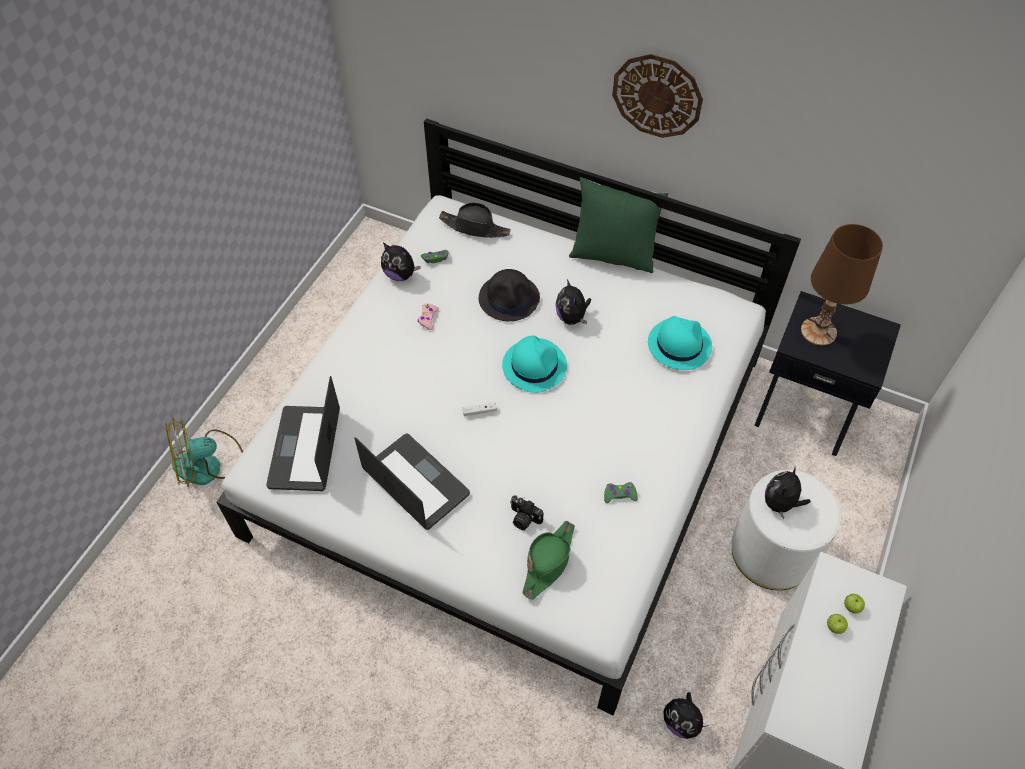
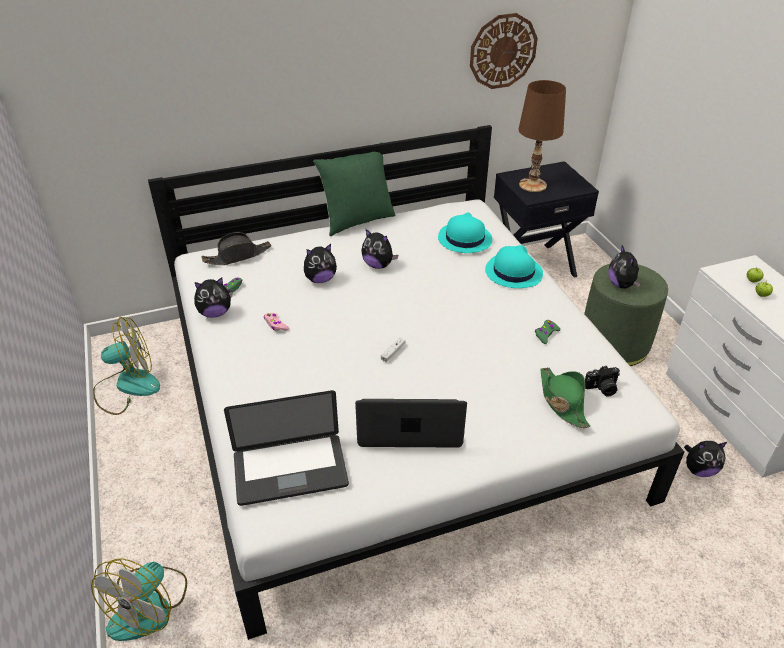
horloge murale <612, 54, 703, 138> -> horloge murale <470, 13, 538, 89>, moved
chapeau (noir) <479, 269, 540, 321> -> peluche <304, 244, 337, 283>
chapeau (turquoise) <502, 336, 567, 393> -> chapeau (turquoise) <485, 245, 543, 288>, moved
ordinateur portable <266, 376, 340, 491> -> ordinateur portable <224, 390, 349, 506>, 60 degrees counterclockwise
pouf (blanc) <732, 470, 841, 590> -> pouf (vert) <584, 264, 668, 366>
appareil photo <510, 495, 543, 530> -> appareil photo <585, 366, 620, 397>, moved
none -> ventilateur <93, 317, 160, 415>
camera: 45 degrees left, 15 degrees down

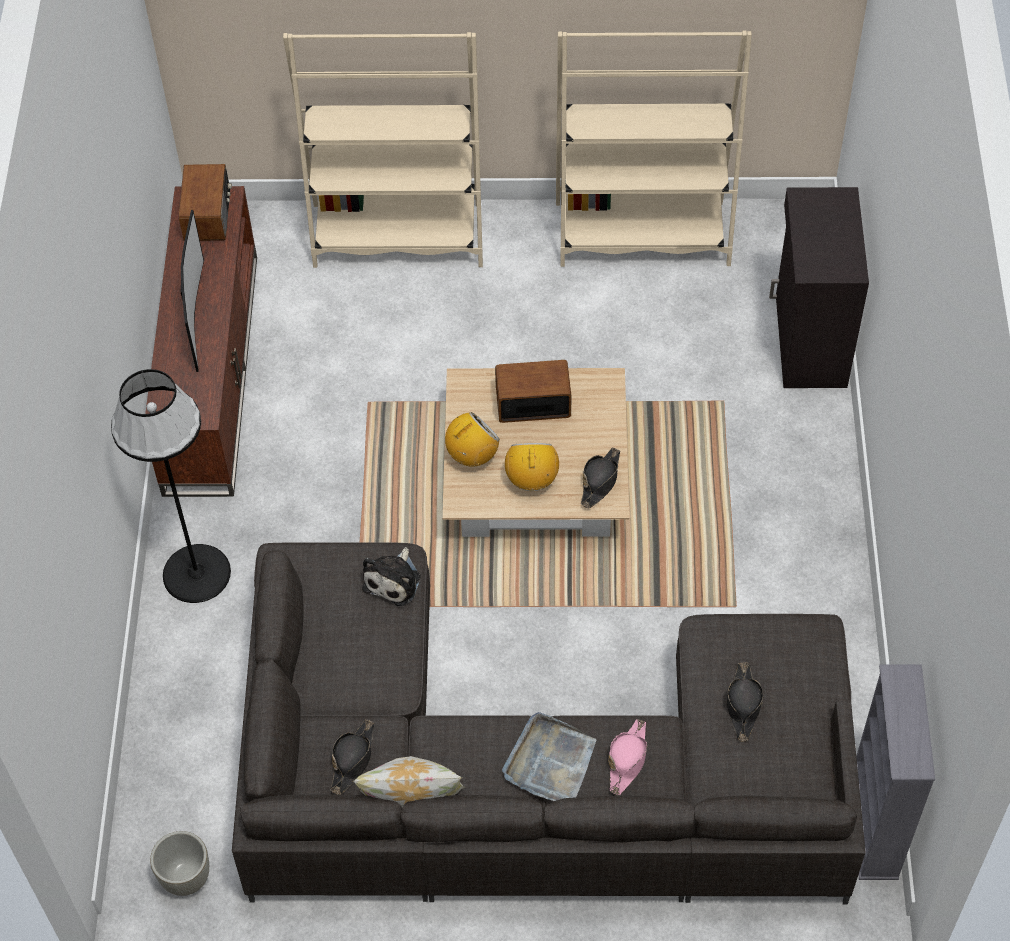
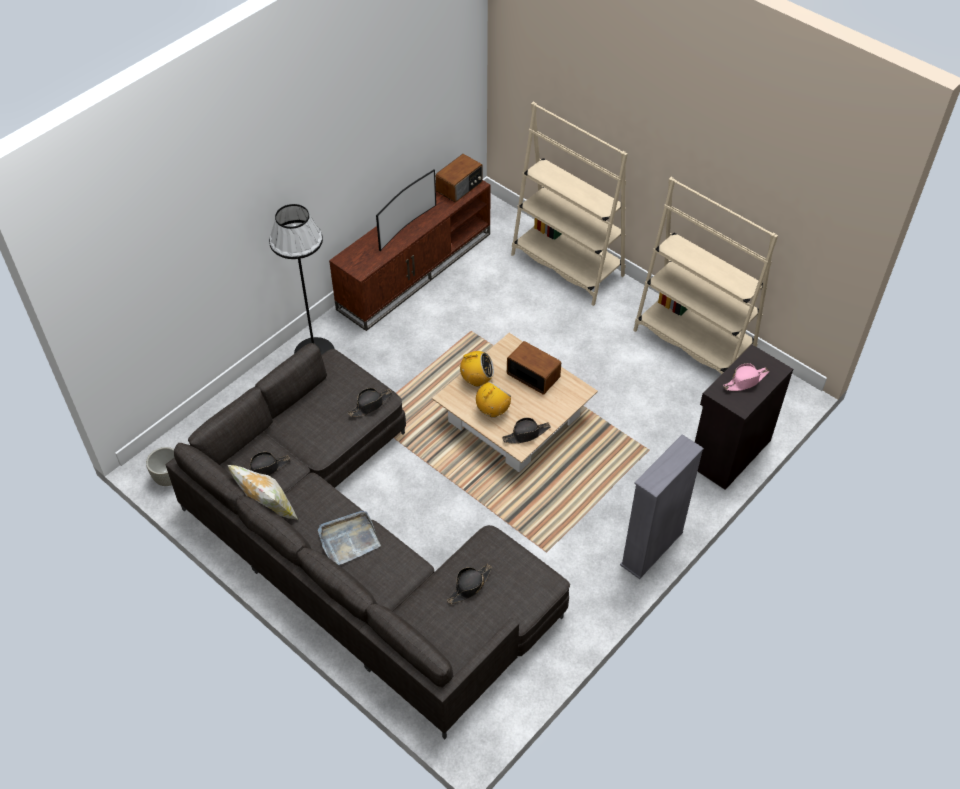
peluche <362, 547, 421, 606> -> chapeau (noir) <348, 388, 392, 417>
bibliothèque (gris) <856, 665, 935, 880> -> bibliothèque (gris) <620, 434, 704, 579>, moved
chapeau (rose) <608, 719, 647, 795> -> chapeau (rose) <723, 363, 769, 391>, moved
camera: 40 degrees right, 5 degrees down

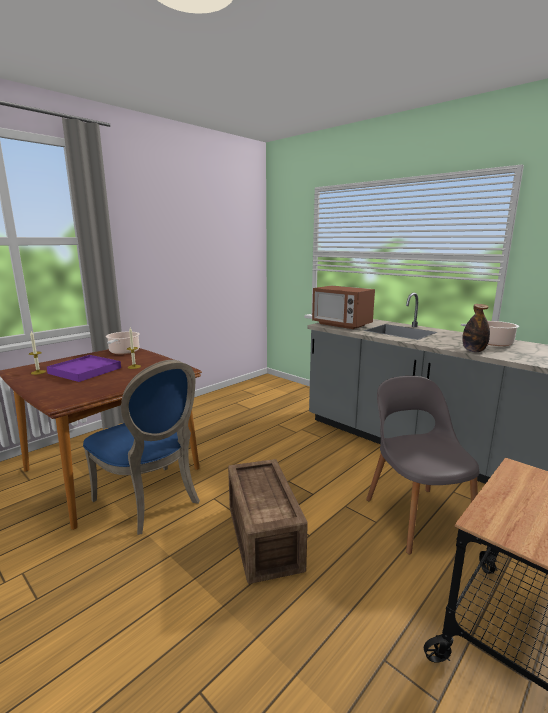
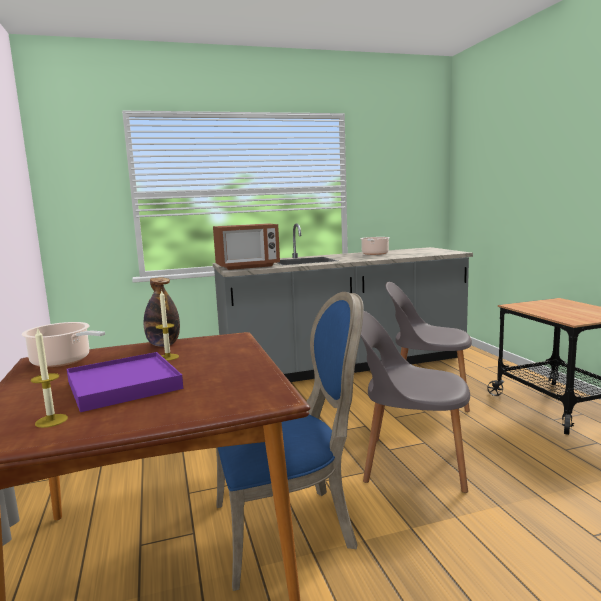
bouteille <462, 304, 490, 352> -> bouteille <144, 278, 180, 347>, moved
caisse <228, 459, 308, 584> -> chaise (gris) <361, 311, 470, 493>
camera: 60 degrees left, 5 degrees down

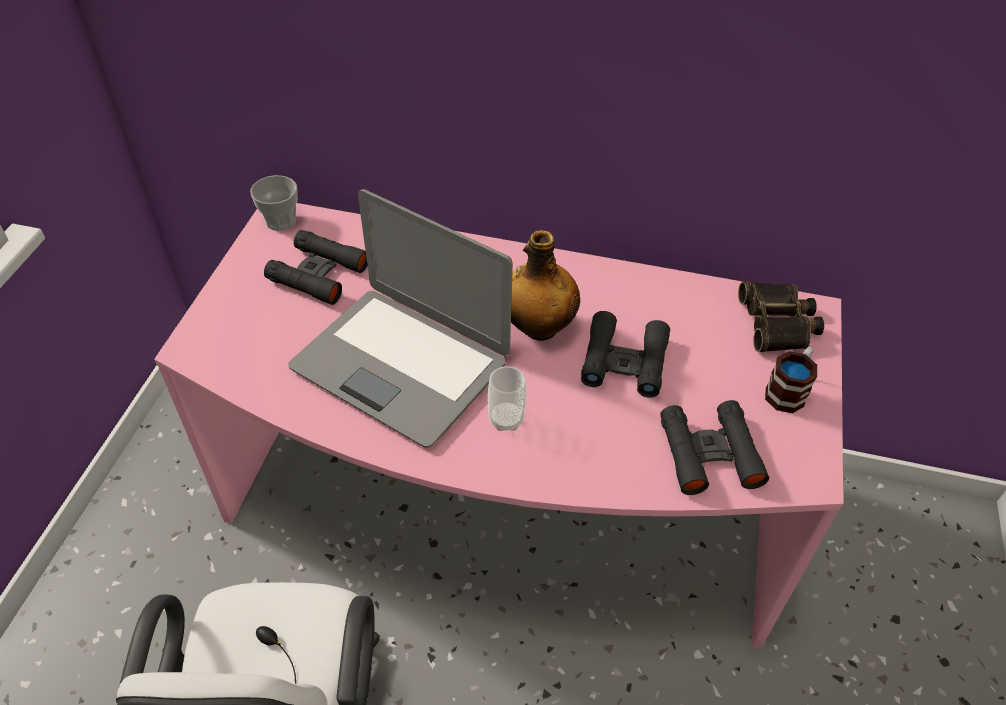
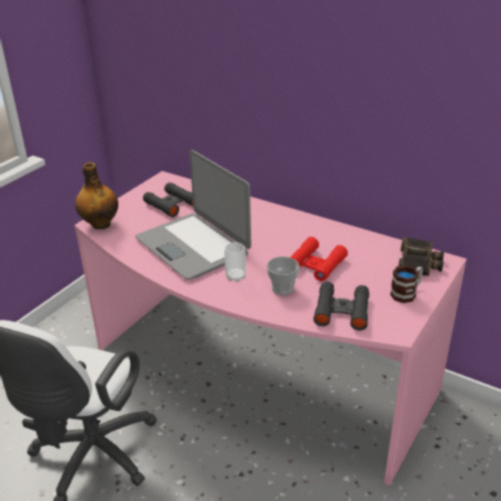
tasse <250, 175, 298, 231> -> tasse <267, 256, 299, 295>, moved
bouteille <511, 230, 580, 341> -> bouteille <75, 162, 118, 229>, moved
jumelles (noir) <581, 311, 670, 398> -> jumelles (rouge) <290, 237, 348, 281>
camera: 20 degrees right, 15 degrees down

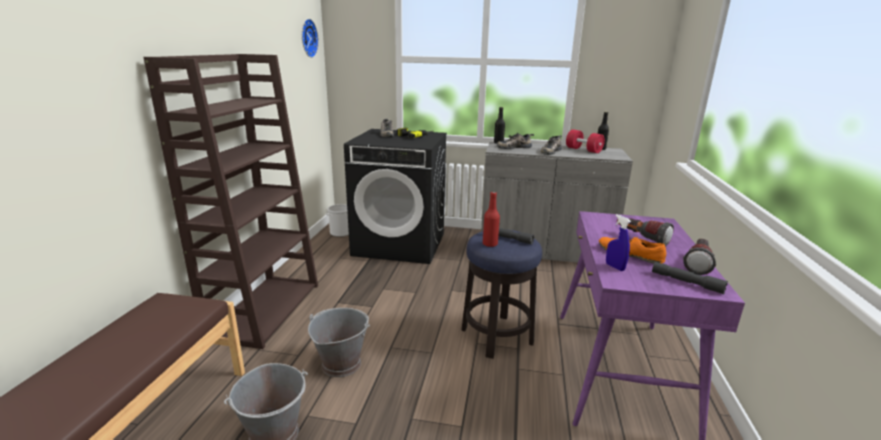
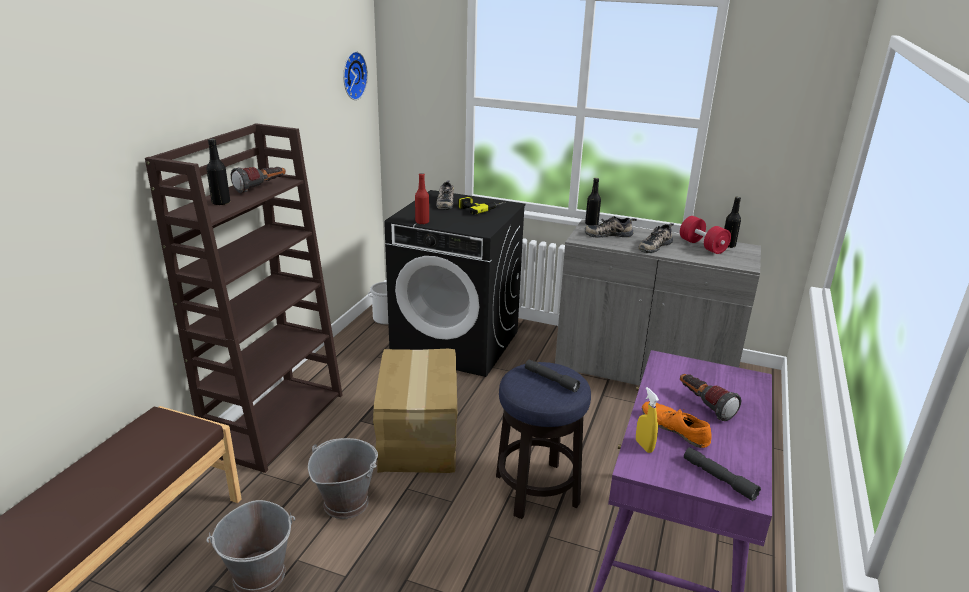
bouteille (rouge) <483, 192, 500, 247> -> bouteille (rouge) <415, 173, 429, 224>, moved
vaporisateur (bleu) <606, 214, 631, 271> -> vaporisateur (jaune) <636, 387, 659, 453>
lampe de poche <683, 239, 716, 275> -> lampe de poche <231, 167, 286, 193>, moved
none -> bouteille (noir) <206, 138, 230, 205>
none -> carton <373, 349, 457, 473>
camera: 10 degrees right, 5 degrees up

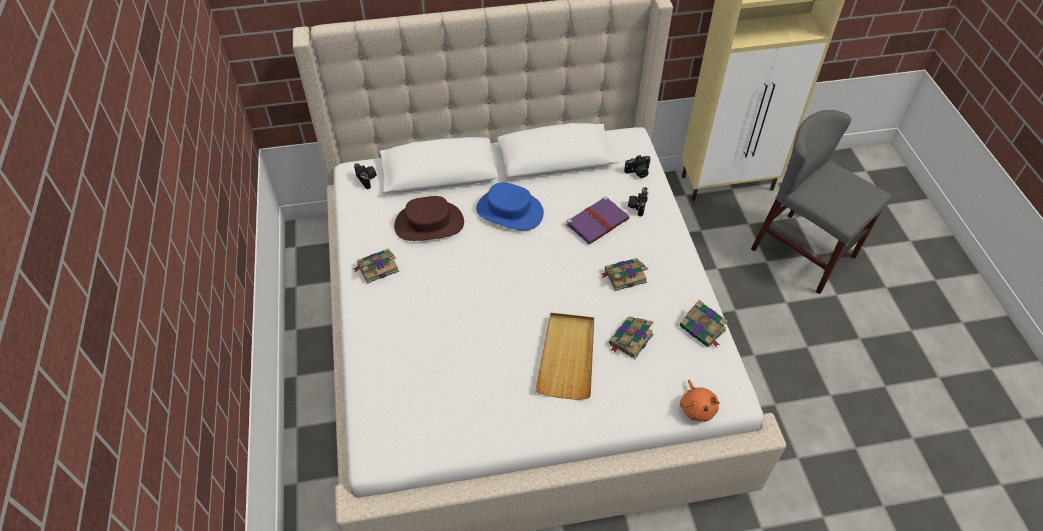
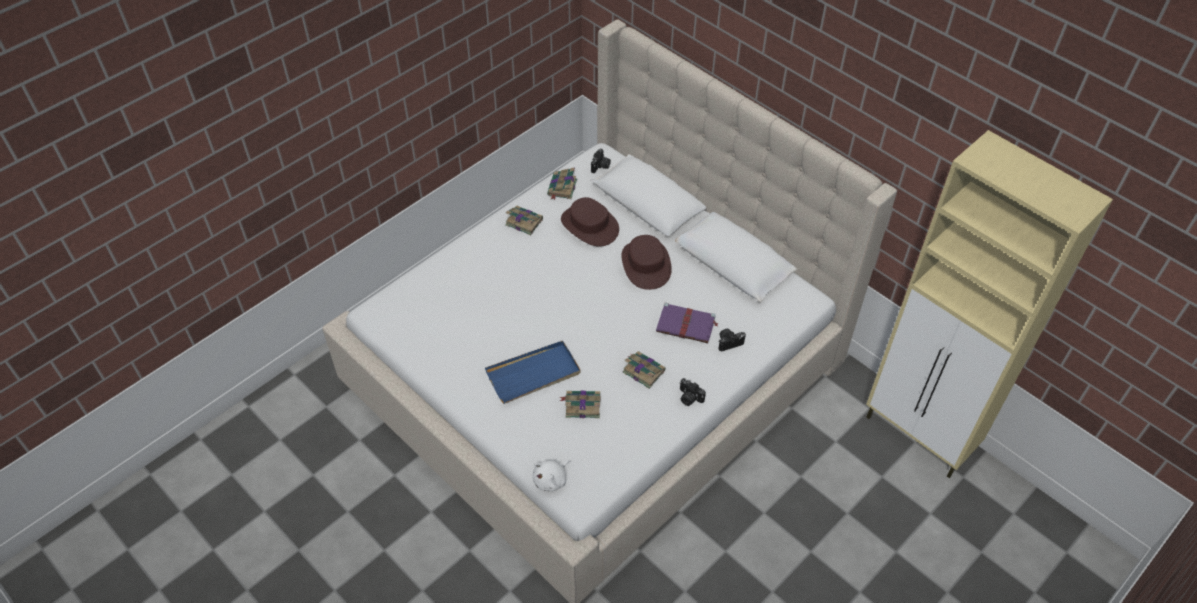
chaise (gris) <751, 110, 891, 294> -> none
appareil photo <624, 155, 651, 178> -> appareil photo <680, 378, 706, 406>, moved
chapeau (bleu) <476, 182, 544, 230> -> chapeau (marron) <621, 235, 672, 290>
livre <679, 300, 728, 347> -> livre <547, 167, 577, 200>, moved
plateau (beige) <535, 313, 594, 400> -> plateau (bleu) <485, 341, 580, 404>
peluche (orange) <680, 380, 720, 422> -> peluche (blanc) <532, 460, 571, 491>
camera: 55 degrees right, 0 degrees up

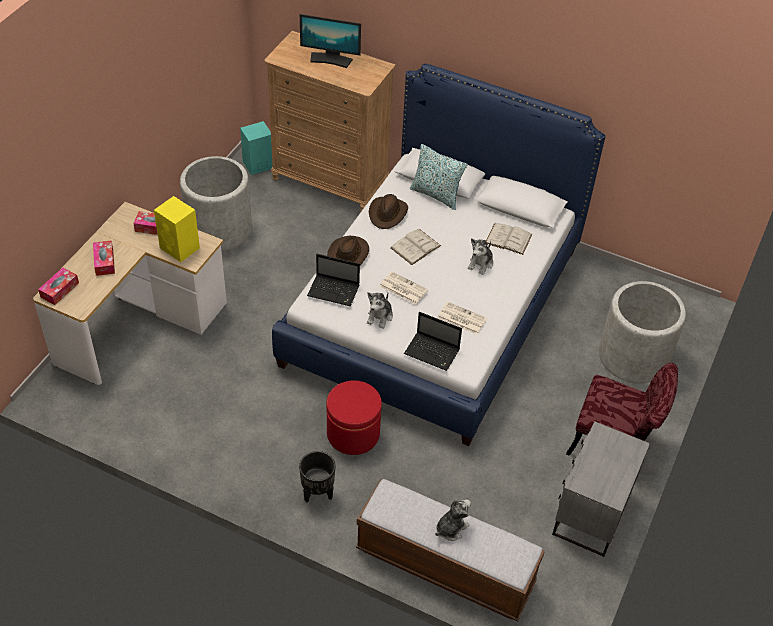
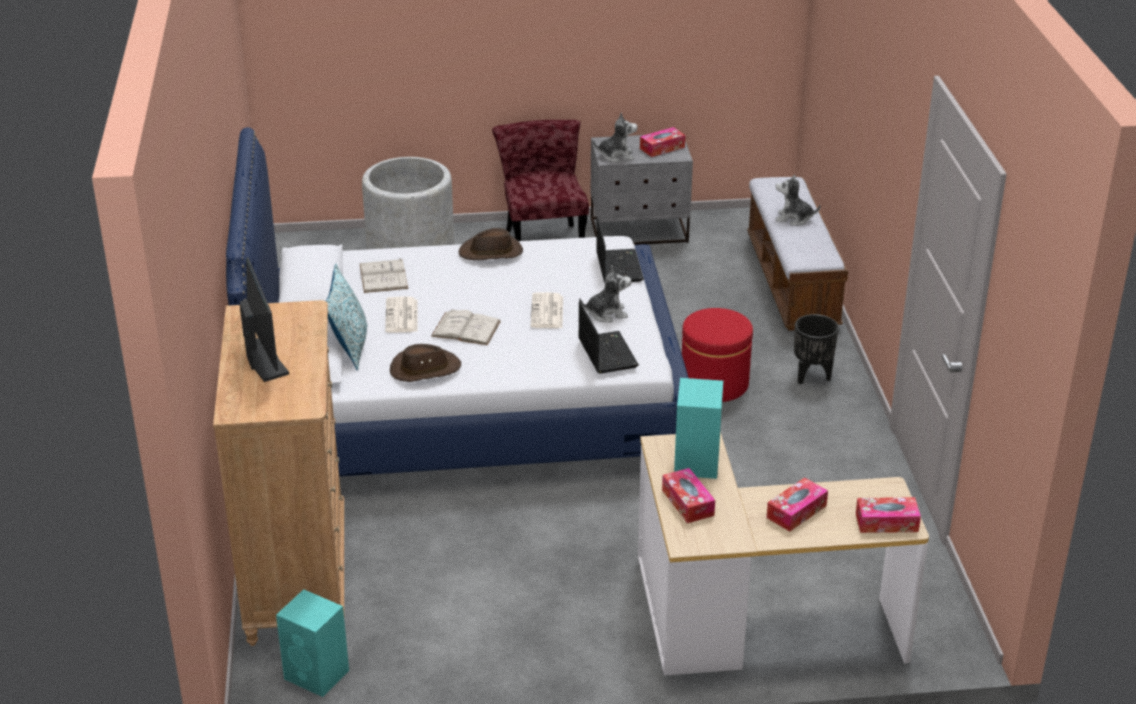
cache-pot (gris) <180, 156, 252, 251> -> none
enceinte (jaune) <154, 196, 200, 262> -> enceinte (turquoise) <674, 378, 723, 479>
chapeau (marron) <327, 236, 369, 265> -> chapeau (marron) <458, 228, 523, 260>, moved
peluche <468, 238, 493, 275> -> peluche <592, 112, 638, 162>, moved
journal <437, 302, 487, 335> -> journal <385, 296, 417, 333>, moved
none -> boîte à mouchoirs <640, 127, 685, 157>
camera: 120 degrees left, 15 degrees down

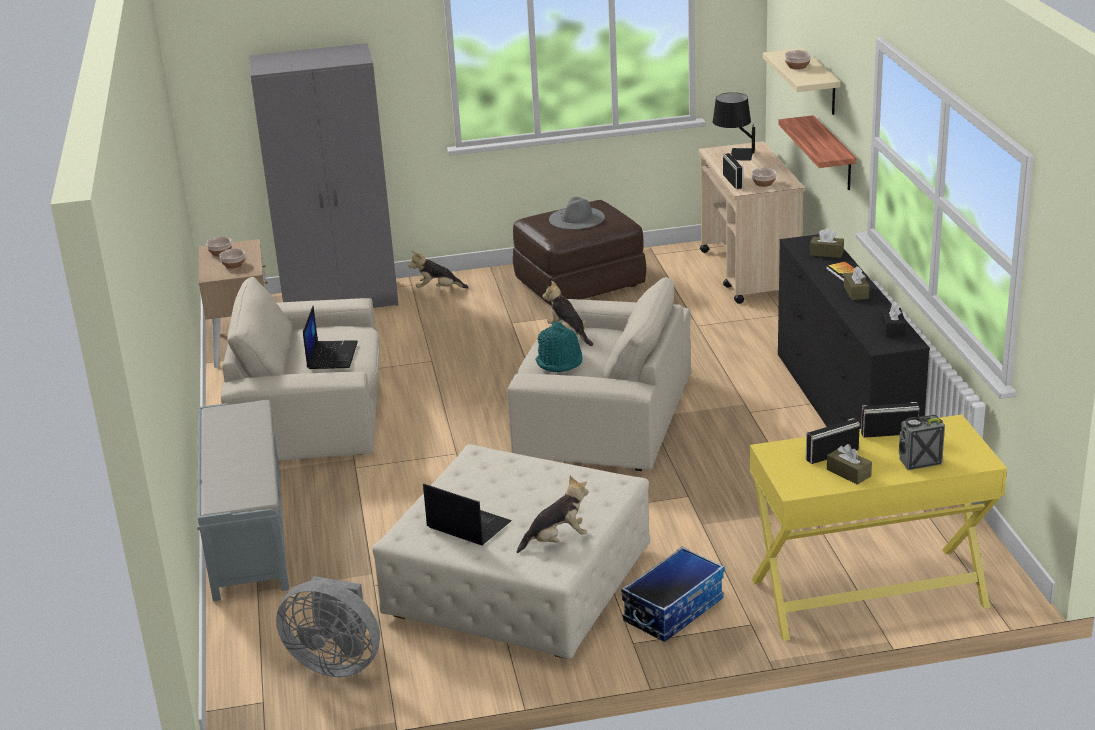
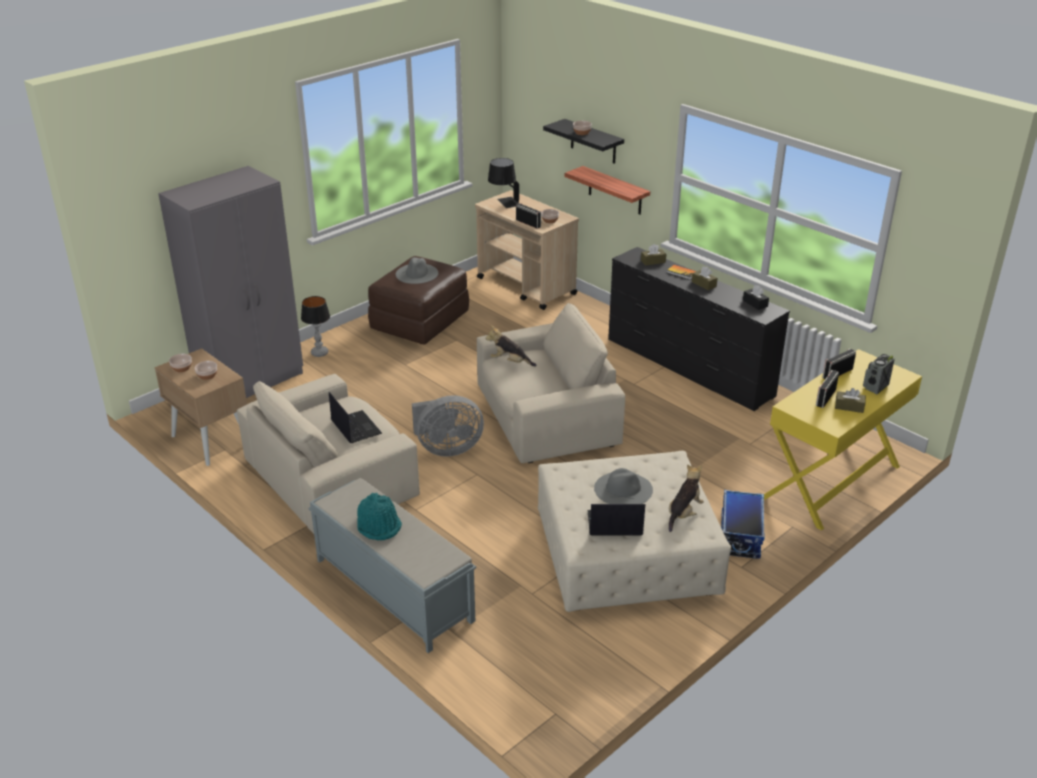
étagère (beige) <763, 48, 841, 115> -> étagère (noir) <543, 119, 624, 164>
peluche <408, 251, 469, 288> -> lampe de table <301, 296, 330, 357>
chapeau (turquoise) <535, 322, 582, 372> -> chapeau (turquoise) <357, 493, 402, 540>, moved
ventilateur (gris) <276, 576, 380, 677> -> ventilateur (gris) <412, 395, 484, 456>, moved
none -> chapeau (gris) <594, 468, 653, 504>
camera: 35 degrees left, 5 degrees up

